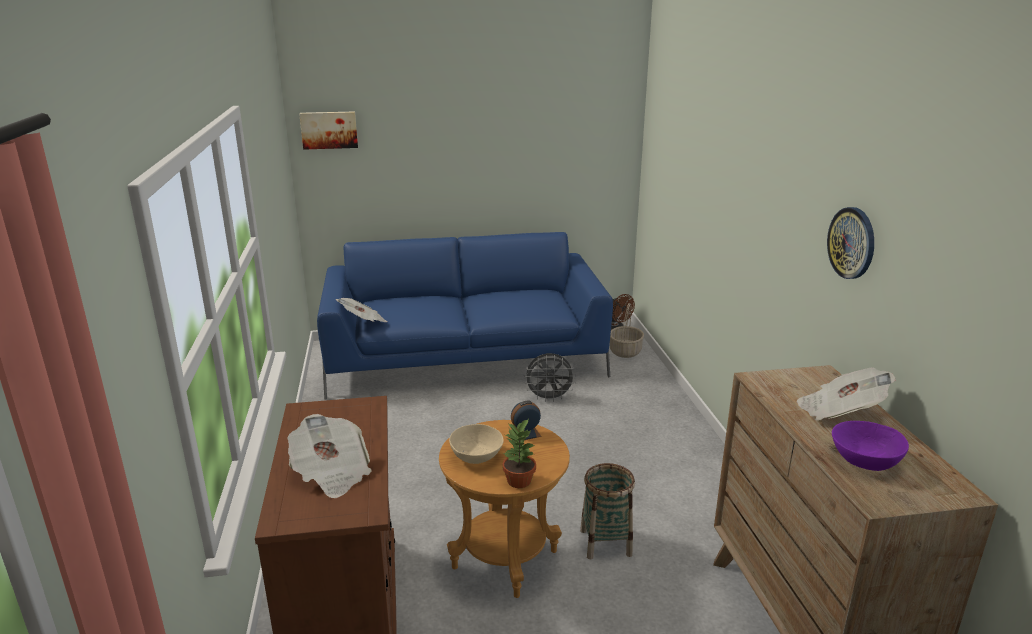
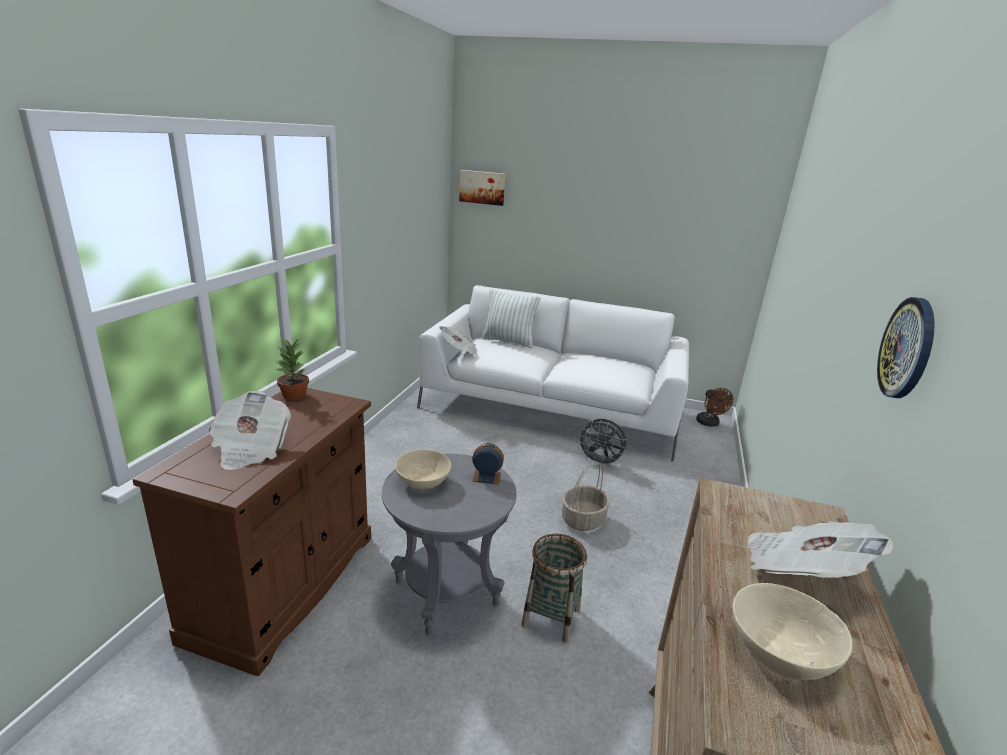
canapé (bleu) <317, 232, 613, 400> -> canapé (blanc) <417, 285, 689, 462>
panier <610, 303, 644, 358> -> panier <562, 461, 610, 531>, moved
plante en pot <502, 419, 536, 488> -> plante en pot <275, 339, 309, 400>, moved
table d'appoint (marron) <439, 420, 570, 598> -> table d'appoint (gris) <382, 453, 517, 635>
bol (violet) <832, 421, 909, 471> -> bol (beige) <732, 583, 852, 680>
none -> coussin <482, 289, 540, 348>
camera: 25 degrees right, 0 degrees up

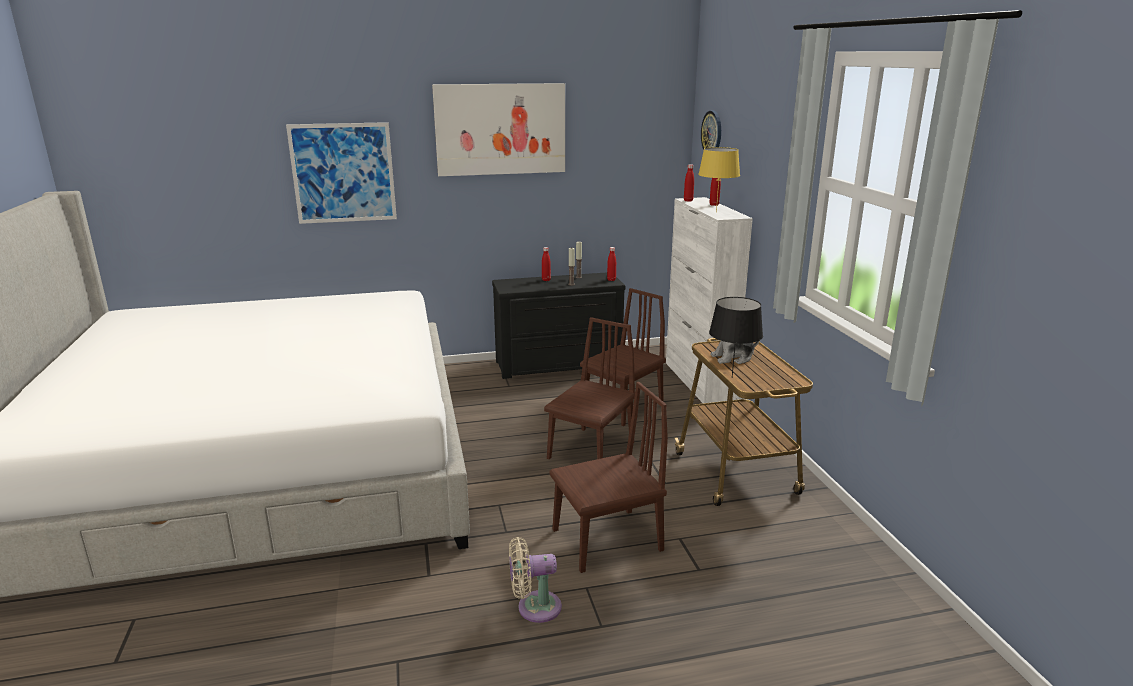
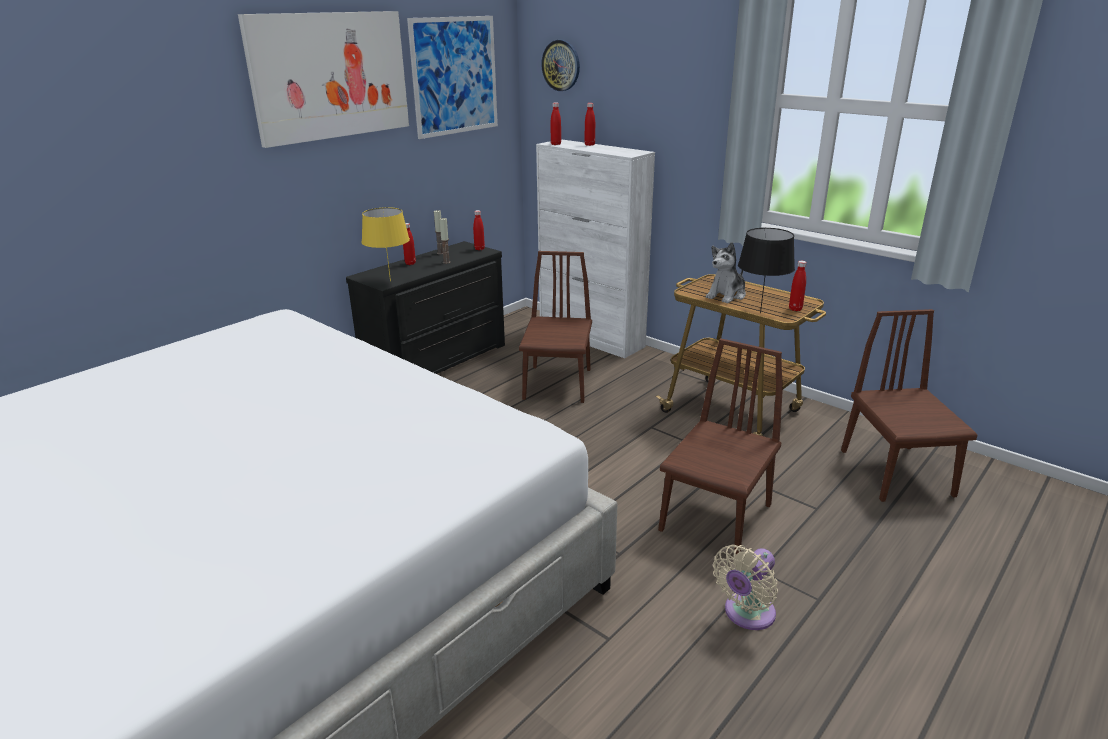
tableau <286, 122, 397, 224> -> tableau <407, 16, 498, 139>, moved
lampe de table (jaune) <698, 147, 740, 212> -> lampe de table (jaune) <362, 207, 410, 282>, moved
chaise (marron) <544, 317, 635, 459> -> chaise (marron) <841, 309, 978, 502>, moved
none -> bouteille (rouge) <789, 261, 806, 311>
camera: 35 degrees left, 5 degrees up

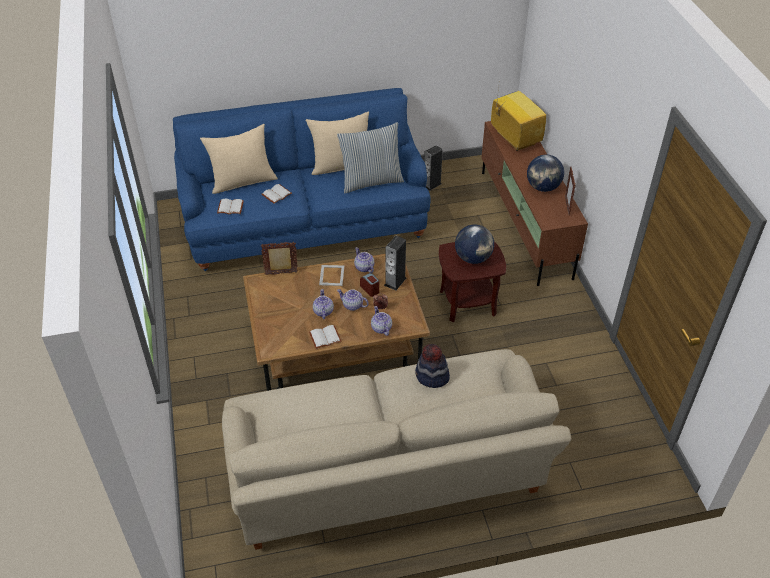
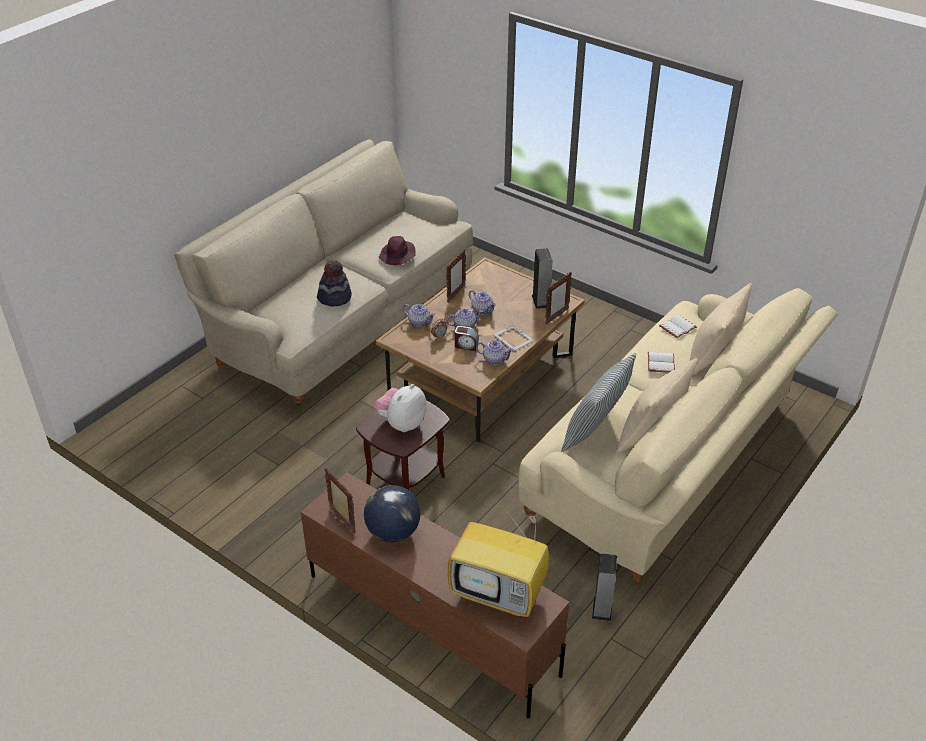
canapé (bleu) <173, 88, 431, 271> -> canapé (beige) <519, 288, 838, 582>
globe <455, 225, 494, 264> -> peluche <374, 384, 426, 432>
enceinte <384, 236, 406, 291> -> enceinte <532, 248, 553, 309>, moved
livre (blanc) <309, 325, 342, 349> -> cadre photo <446, 249, 466, 303>
none -> chapeau (violet) <379, 236, 416, 265>
camera: 140 degrees right, 5 degrees down

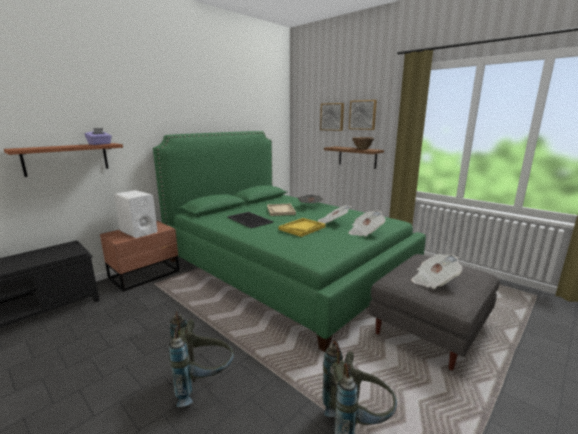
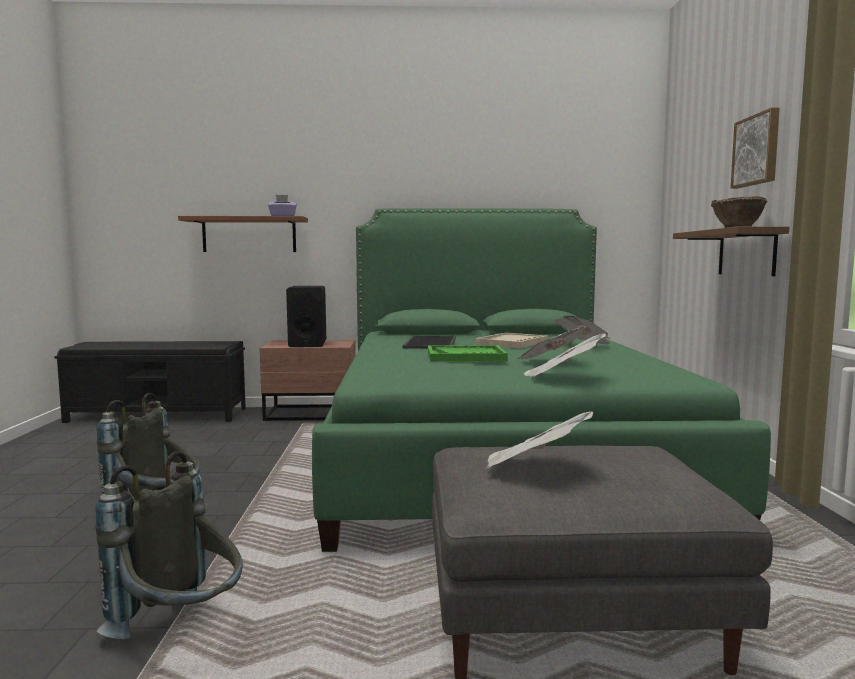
tableau <320, 103, 344, 131> -> none
enceinte (blanc) <114, 190, 157, 238> -> enceinte (noir) <286, 286, 326, 347>
plateau (jaune) <279, 218, 326, 237> -> plateau (vert) <428, 345, 508, 362>
camera: 45 degrees right, 10 degrees down

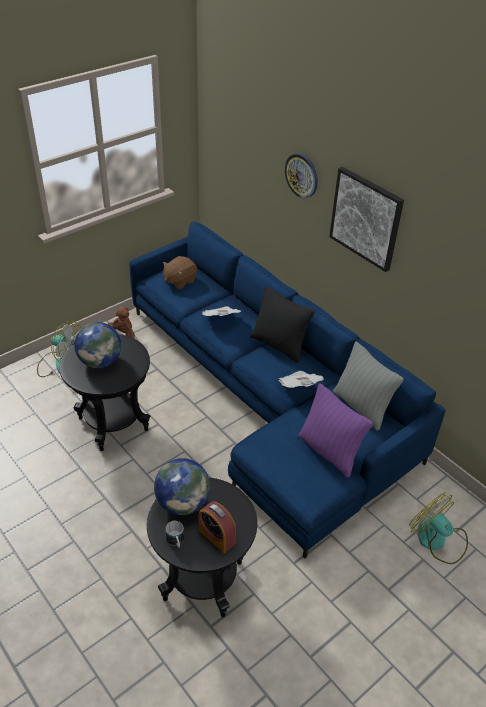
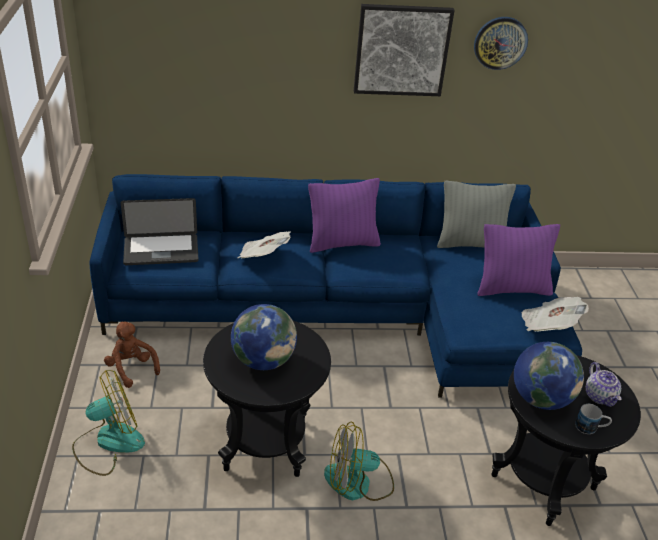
horloge murale <285, 153, 318, 198> -> horloge murale <474, 17, 528, 70>, moved
peluche (marron) <163, 256, 197, 289> -> ordinateur portable <121, 198, 199, 265>
coussin (noir) <251, 286, 315, 363> -> coussin (violet) <308, 178, 381, 253>
journal <278, 371, 324, 388> -> journal <521, 297, 589, 331>, moved
ventilateur <409, 492, 468, 564> -> ventilateur <324, 422, 394, 501>, moved
réveil <198, 501, 236, 553> -> théière <586, 362, 622, 407>
camera: 55 degrees left, 5 degrees down

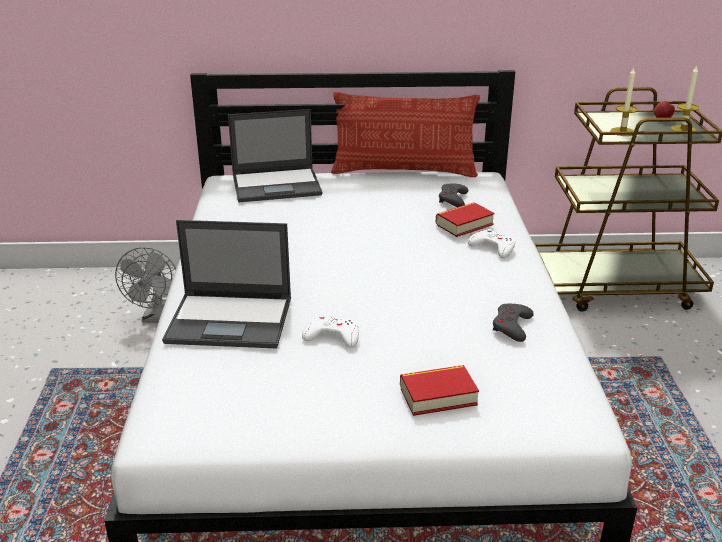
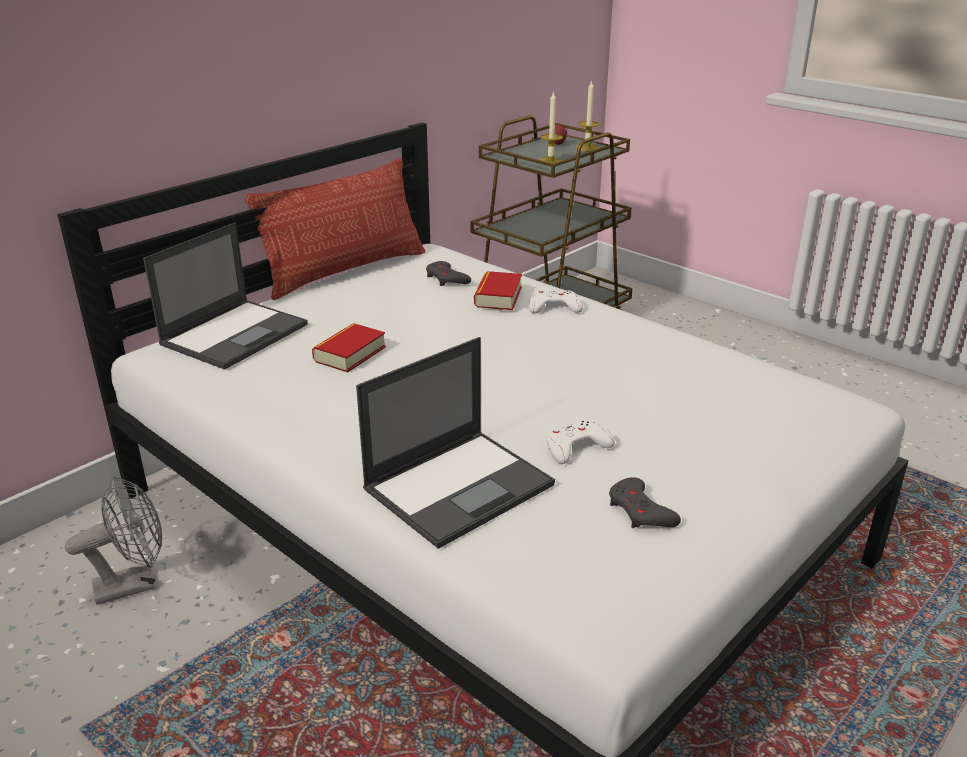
ventilateur (gris) <115, 247, 176, 323> -> ventilateur (gris) <65, 476, 162, 605>, 75 degrees counterclockwise
manette (gris) <493, 304, 534, 342> -> manette (gris) <609, 477, 681, 528>, moved
livre <400, 365, 479, 416> -> livre <312, 323, 386, 372>, moved
camera: 45 degrees left, 0 degrees up

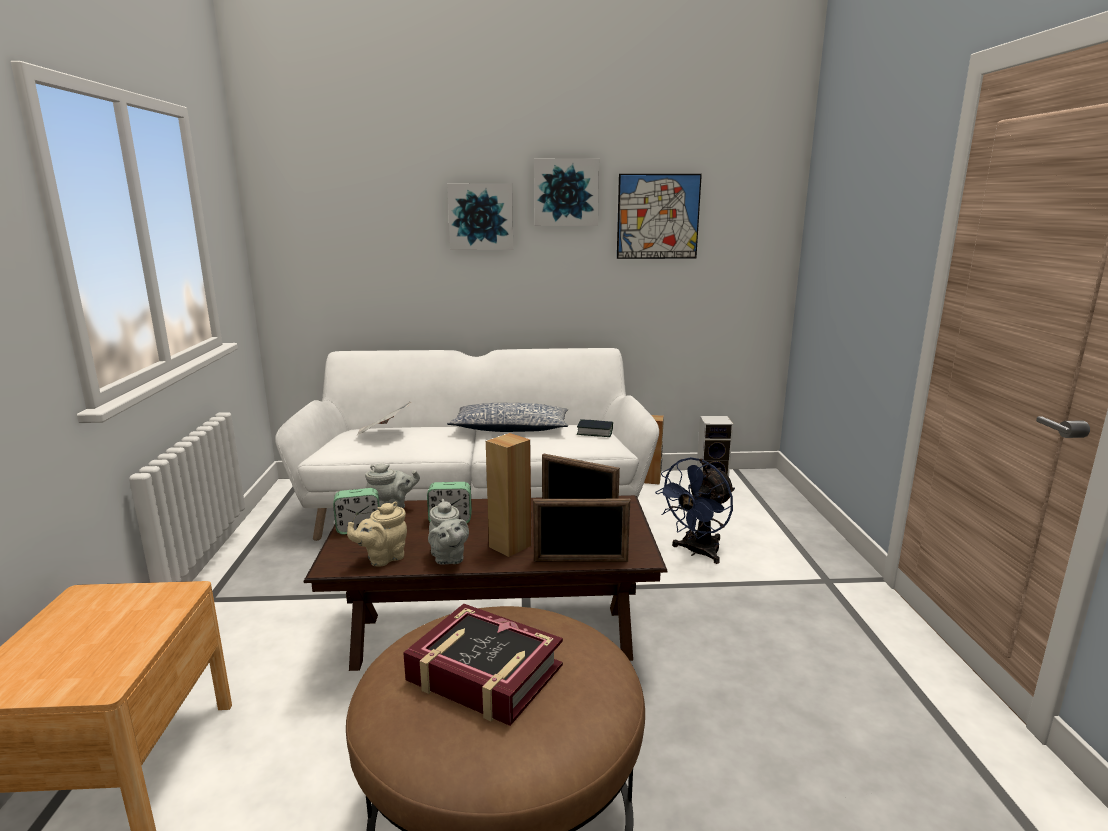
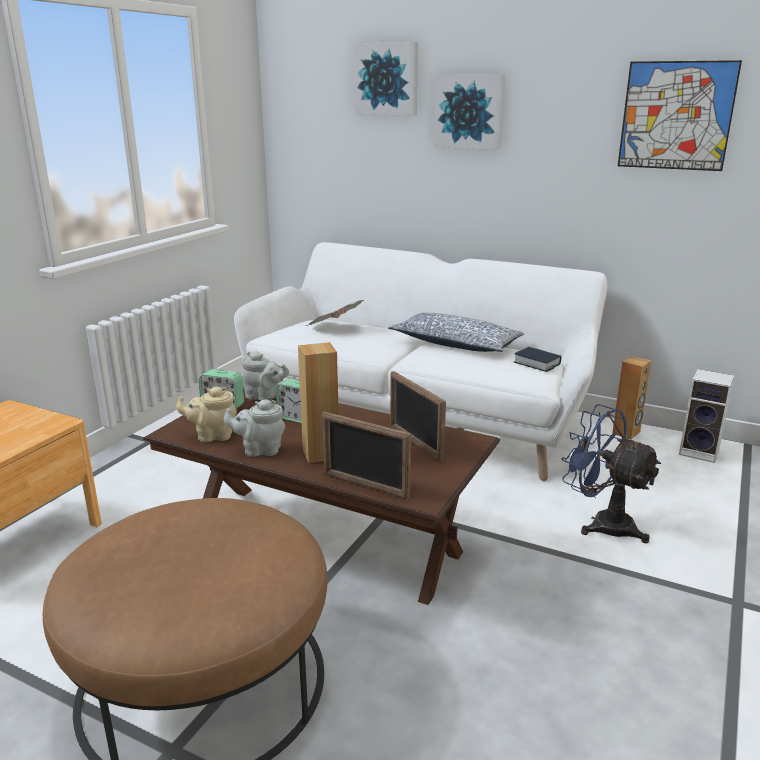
tableau <534, 158, 599, 226> -> tableau <354, 42, 418, 116>, moved
ventilateur (bleu) <655, 457, 735, 564> -> ventilateur (bleu) <561, 404, 661, 543>, 60 degrees clockwise
théière (gris) <428, 499, 469, 565> -> théière (gris) <224, 399, 285, 457>, 75 degrees clockwise
livre <403, 604, 563, 726> -> none
camera: 30 degrees right, 5 degrees up

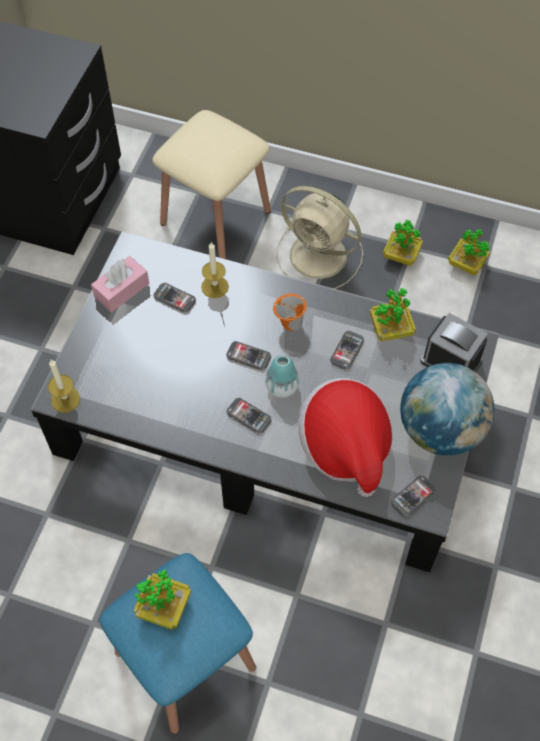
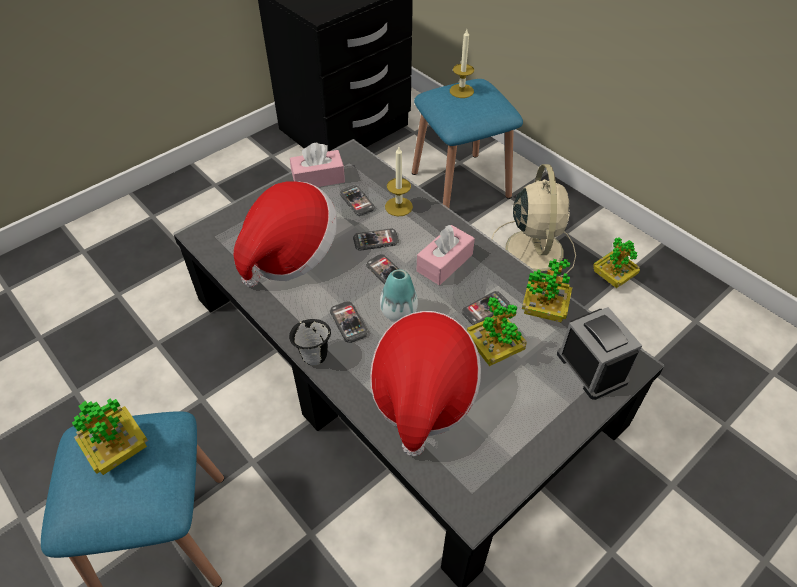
tabouret (beige) <152, 110, 271, 259> -> tabouret (bleu) <412, 79, 523, 208>
ventilateur (beige) <276, 186, 363, 289> -> ventilateur (beige) <492, 164, 576, 277>, 150 degrees counterclockwise
plante en pot <448, 229, 490, 276> -> plante en pot <467, 297, 527, 366>, moved
mug (orange) <273, 293, 307, 331> -> boîte à mouchoirs (rose) <417, 225, 475, 285>
bougie <48, 360, 80, 413> -> bougie <450, 30, 474, 98>, moved
globe <400, 363, 495, 456> -> none
téléphone <391, 476, 436, 517> -> téléphone <353, 228, 399, 251>, moved
none -> chapeau <234, 181, 337, 287>
none -> mug (noir) <289, 319, 331, 365>
camera: 30 degrees right, 10 degrees down

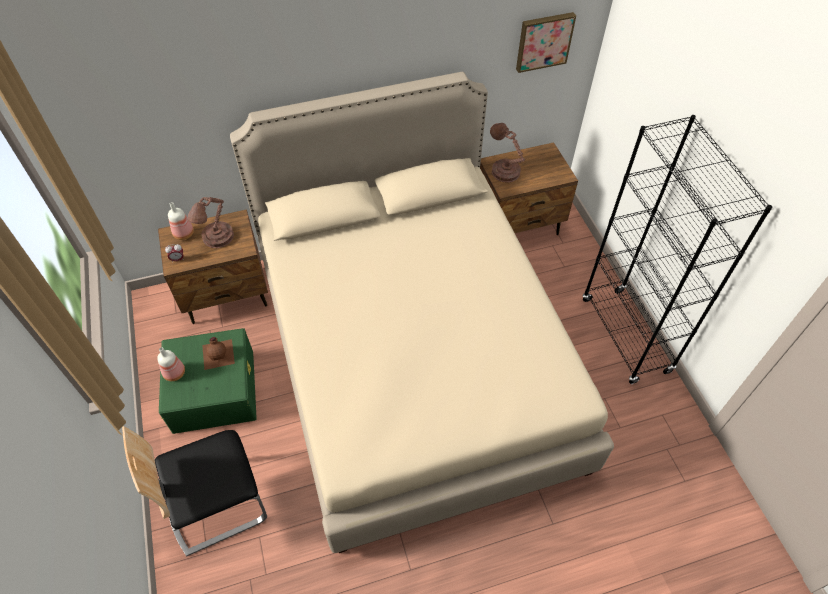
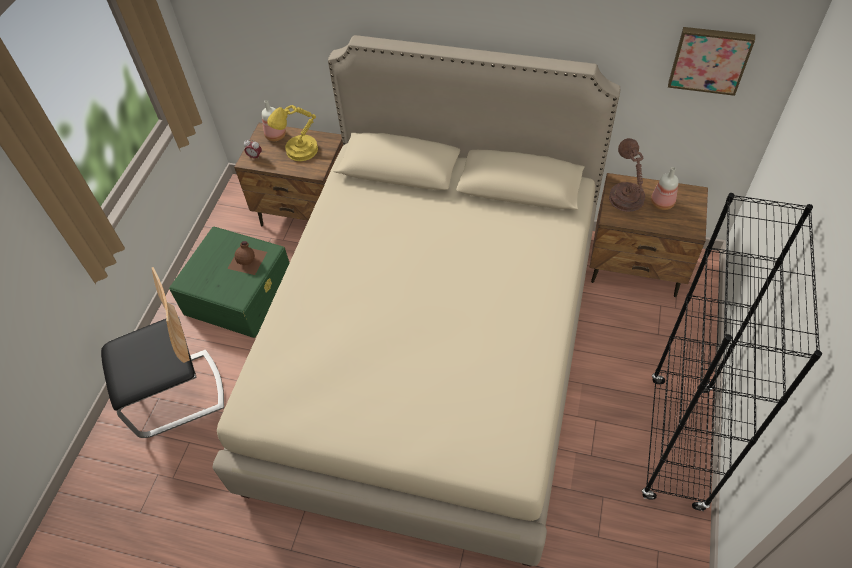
lampe de table (marron) <188, 197, 234, 248> -> lampe de table (jaune) <267, 105, 318, 161>
bouteille <157, 347, 185, 381> -> bouteille <651, 167, 679, 210>, moved
chaise <122, 426, 267, 556> -> chaise <101, 267, 224, 438>, 150 degrees clockwise
camera: 35 degrees right, 0 degrees up

